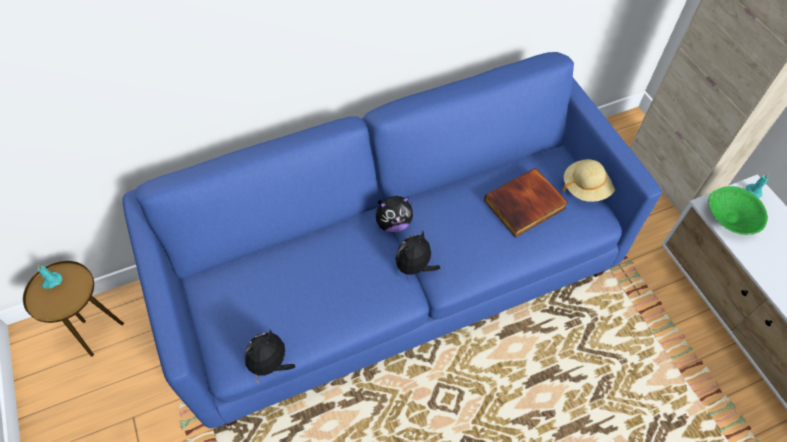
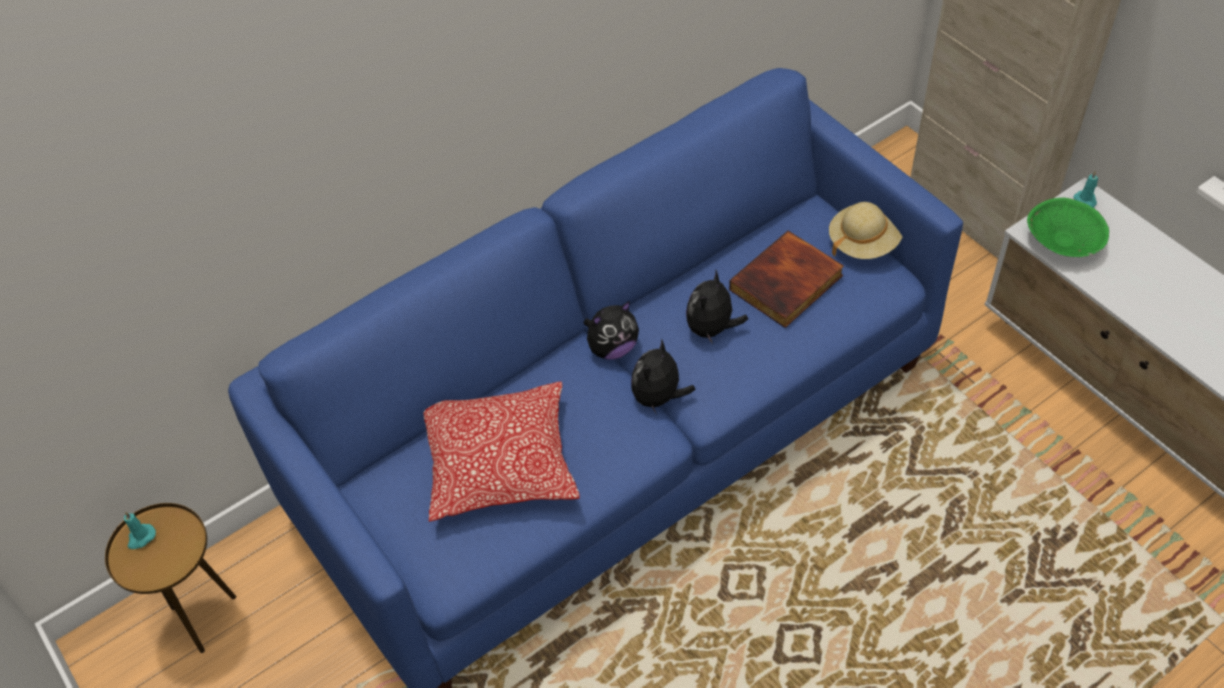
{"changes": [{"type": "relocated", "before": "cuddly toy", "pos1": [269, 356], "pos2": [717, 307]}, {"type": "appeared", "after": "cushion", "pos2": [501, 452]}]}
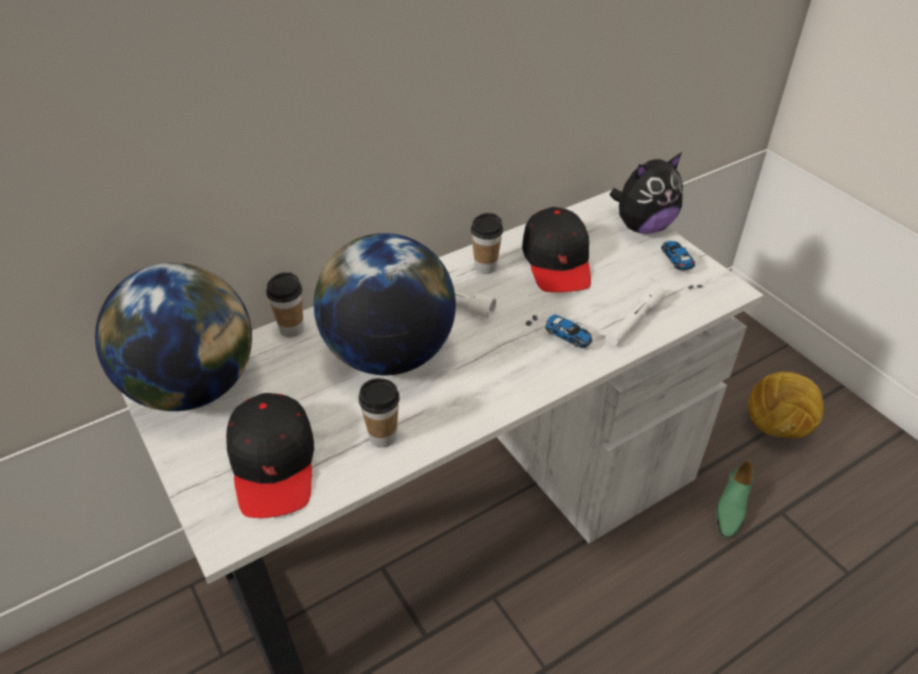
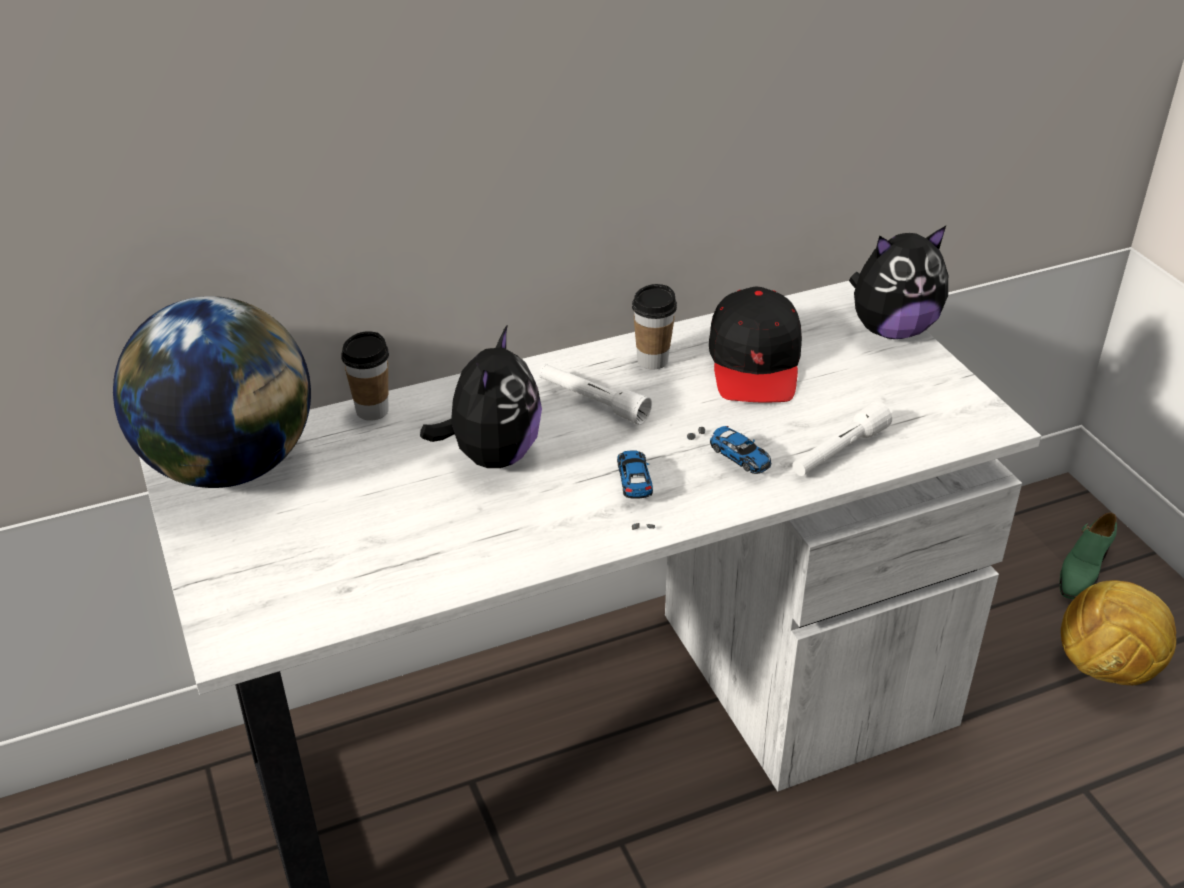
{"changes": [{"type": "exchanged", "before": "desk globe", "after": "cuddly toy", "pos1": [384, 304], "pos2": [481, 396]}, {"type": "relocated", "before": "model car", "pos1": [682, 265], "pos2": [636, 490]}, {"type": "missing", "before": "cup", "pos1": [379, 413]}, {"type": "missing", "before": "black cap", "pos1": [270, 455]}, {"type": "relocated", "before": "green-coloured item of footwear", "pos1": [735, 500], "pos2": [1088, 555]}]}
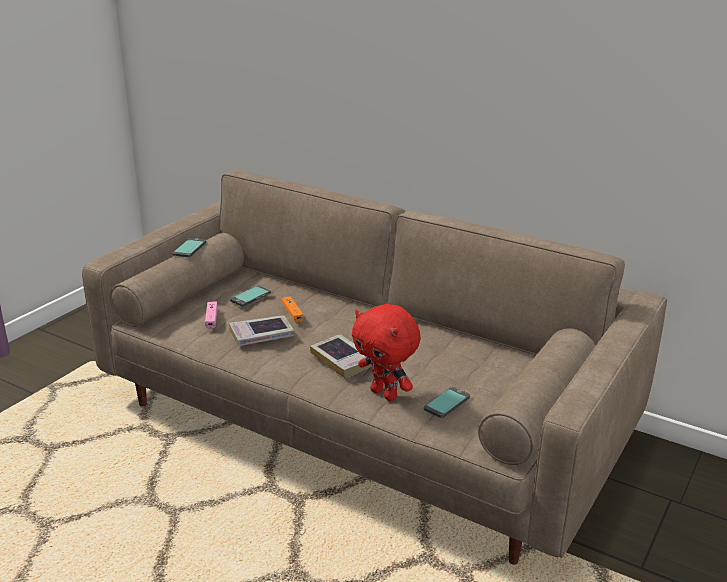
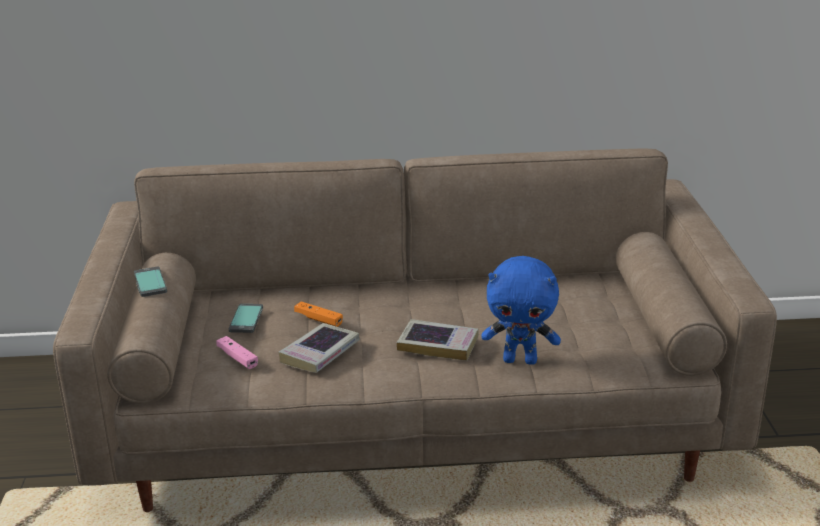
{"changes": [{"type": "colour", "before": "reddish cuddly toy", "after": "bluish cuddly toy", "pos1": [386, 352], "pos2": [521, 310]}, {"type": "missing", "before": "telephone", "pos1": [447, 402]}]}
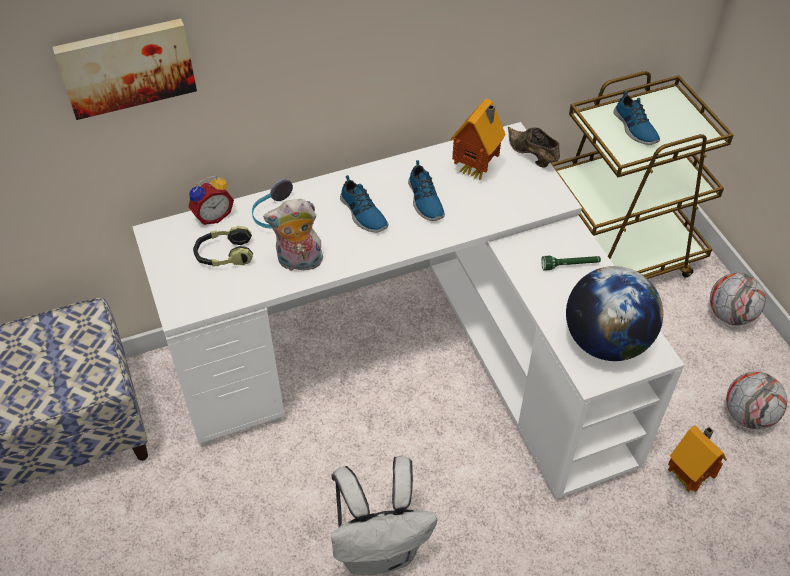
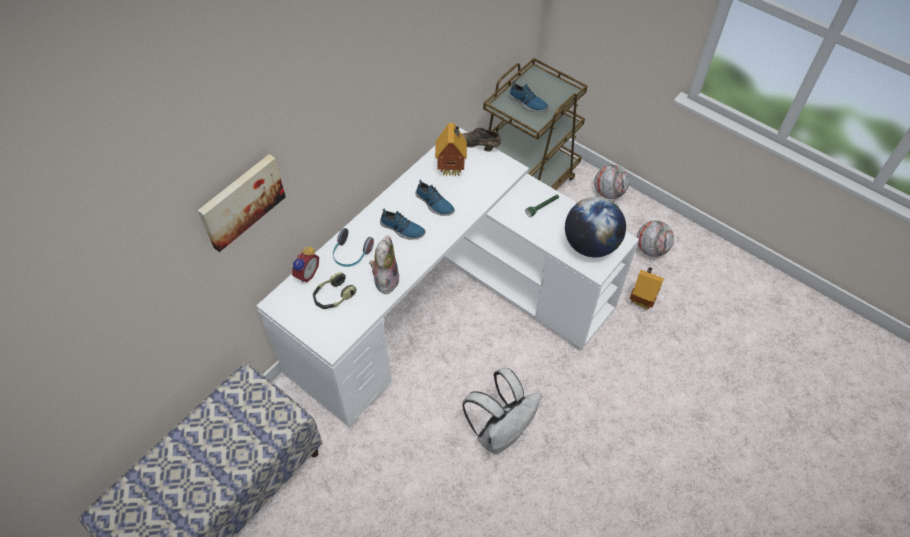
{"changes": [{"type": "spun", "before": "cuddly toy", "pos1": [293, 236], "pos2": [384, 265], "turn": 135}]}
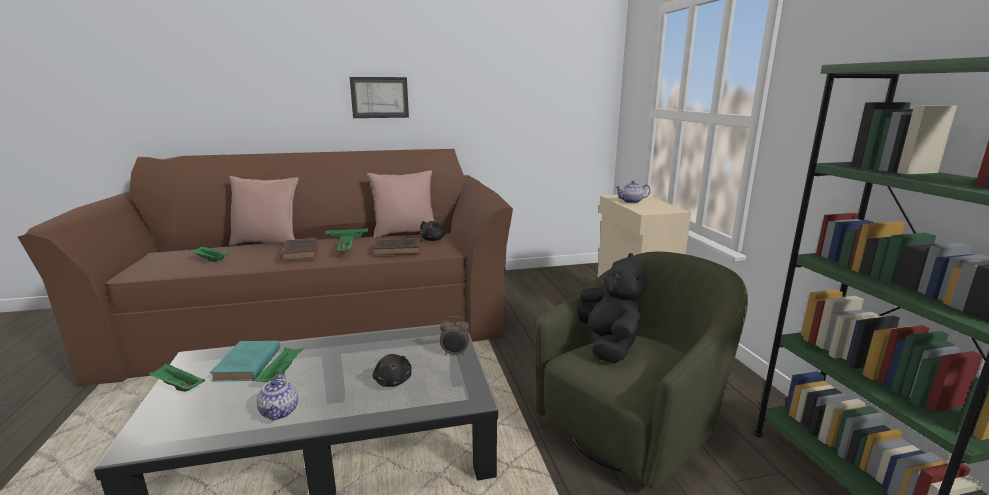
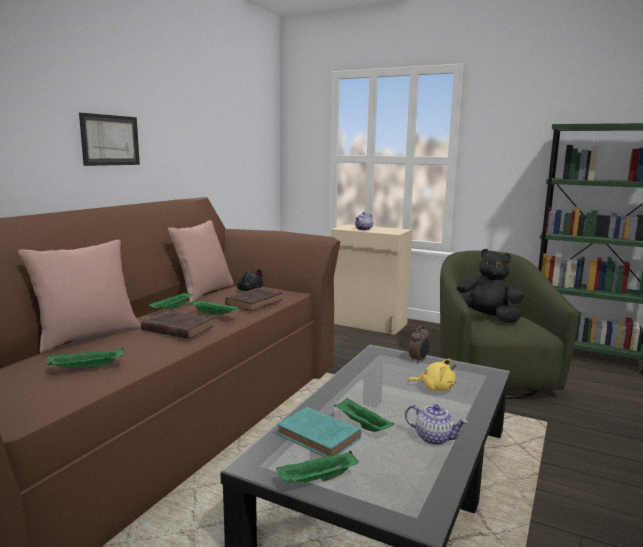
{"changes": [{"type": "colour", "before": "black cuddly toy", "after": "yellow-coloured cuddly toy", "pos1": [392, 370], "pos2": [432, 375]}]}
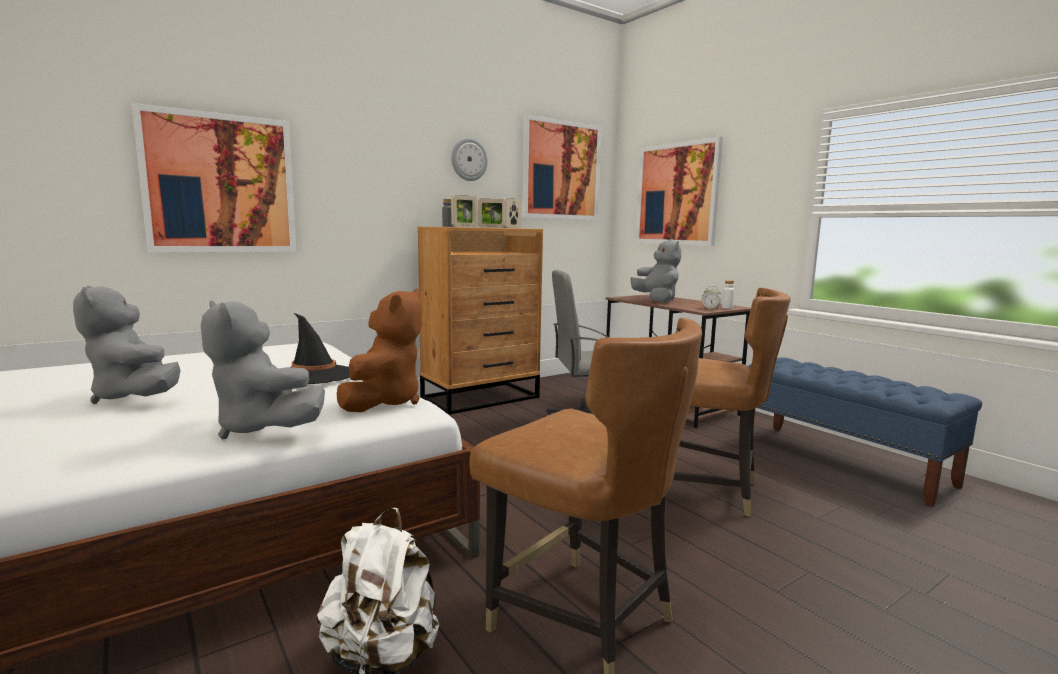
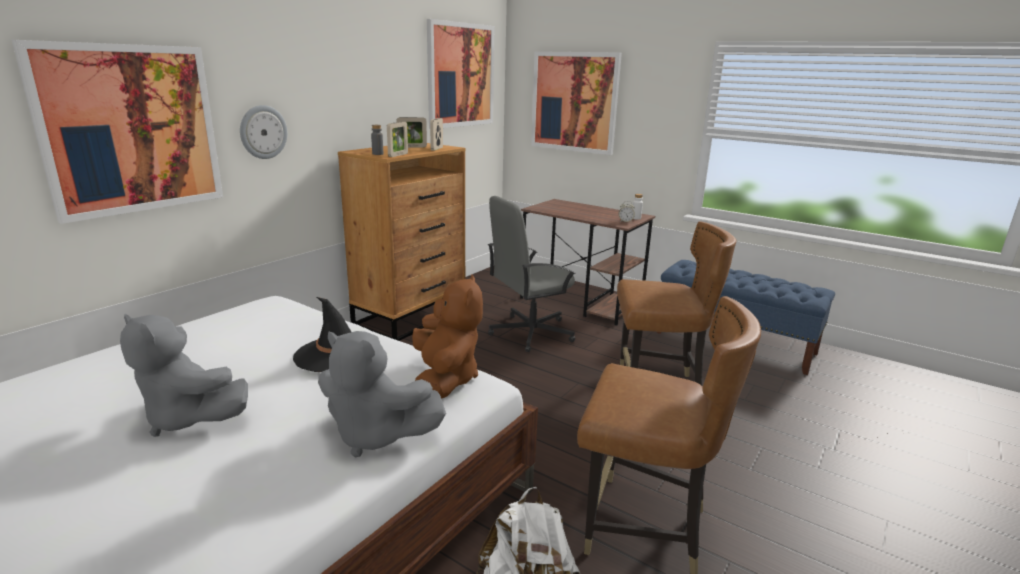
{"changes": [{"type": "relocated", "before": "wall clock", "pos1": [469, 159], "pos2": [264, 132]}, {"type": "missing", "before": "greyish cuddly toy", "pos1": [655, 271]}]}
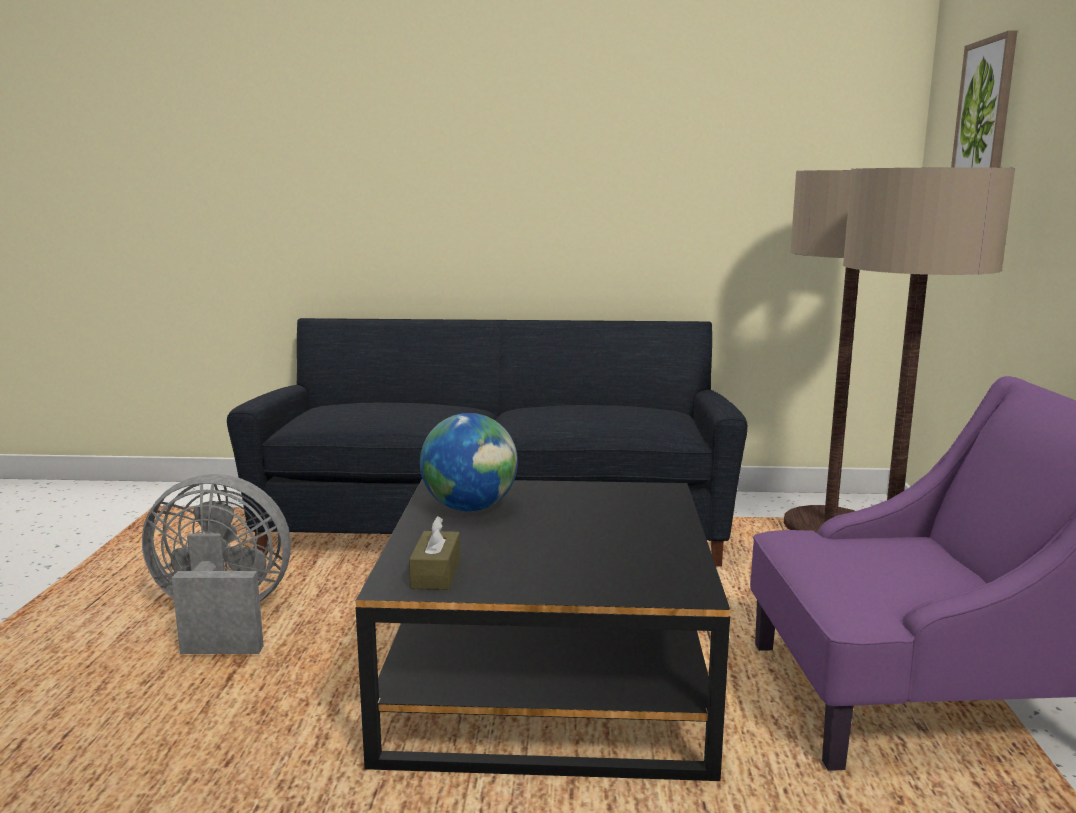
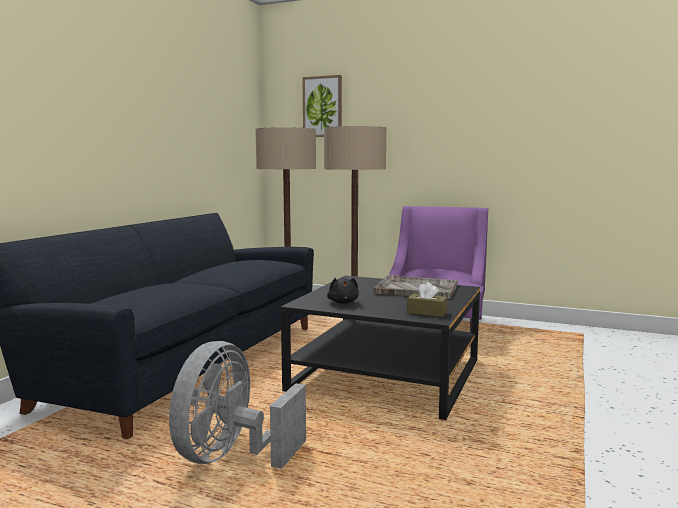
{"changes": [{"type": "exchanged", "before": "desk globe", "after": "black cuddly toy", "pos1": [469, 462], "pos2": [343, 291]}, {"type": "appeared", "after": "greyish carrying tray", "pos2": [416, 287]}]}
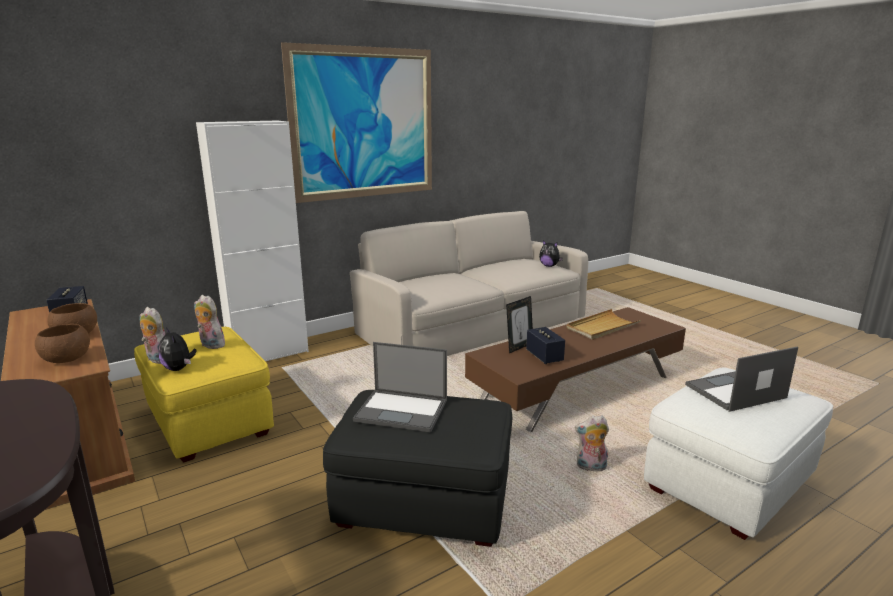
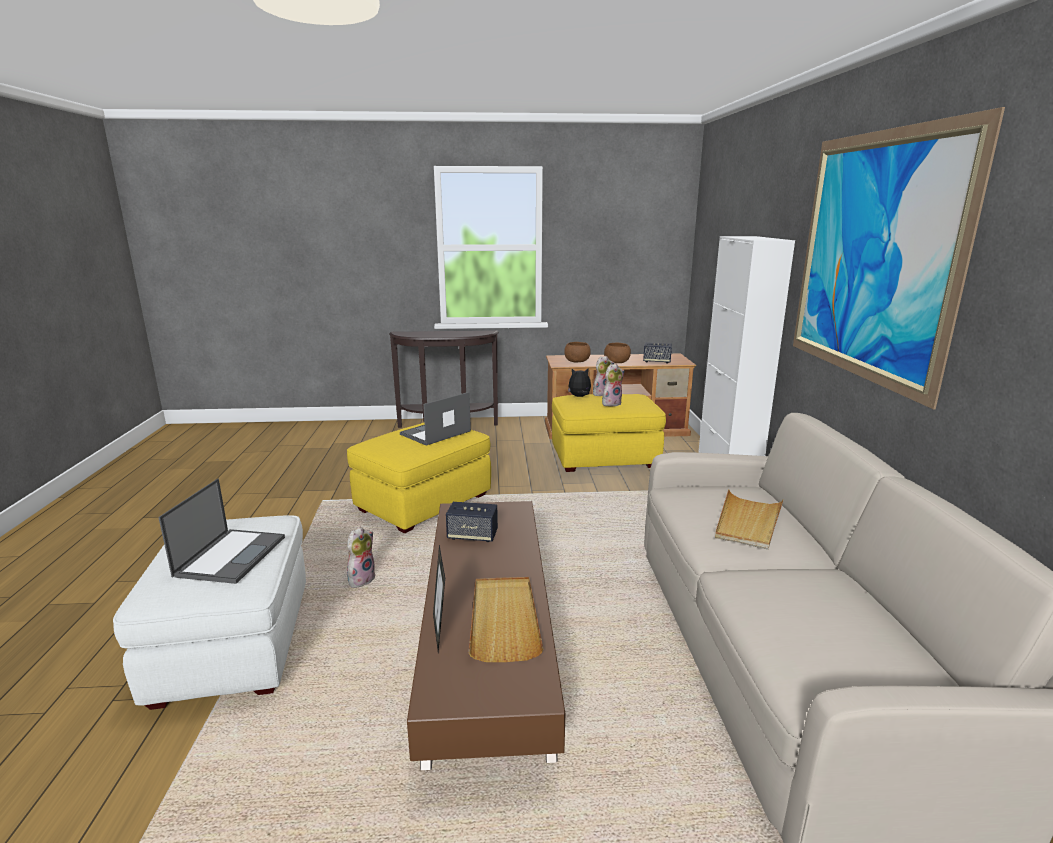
{"changes": [{"type": "missing", "before": "cuddly toy", "pos1": [551, 253]}, {"type": "relocated", "before": "photo frame", "pos1": [519, 324], "pos2": [439, 598]}, {"type": "colour", "before": "black pouffe", "after": "yellow-coloured pouffe", "pos1": [417, 468], "pos2": [419, 478]}, {"type": "appeared", "after": "beige-coloured carrying tray", "pos2": [749, 519]}]}
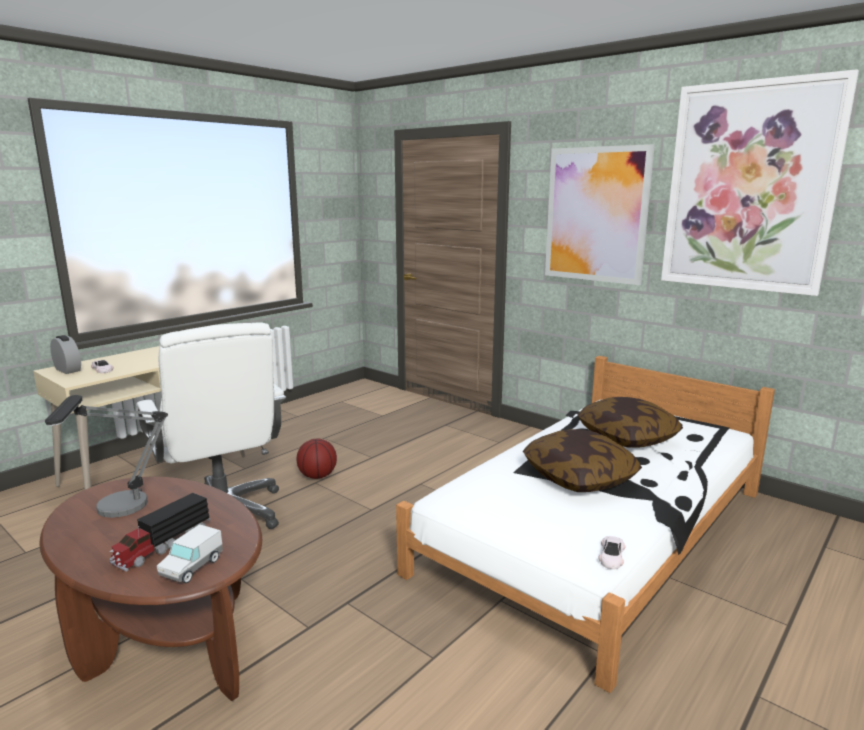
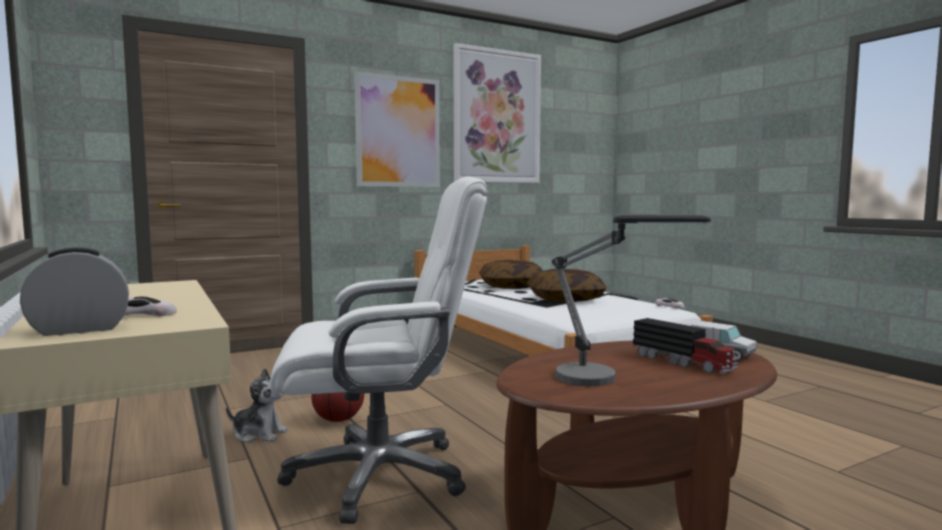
{"changes": [{"type": "appeared", "after": "cuddly toy", "pos2": [257, 405]}]}
